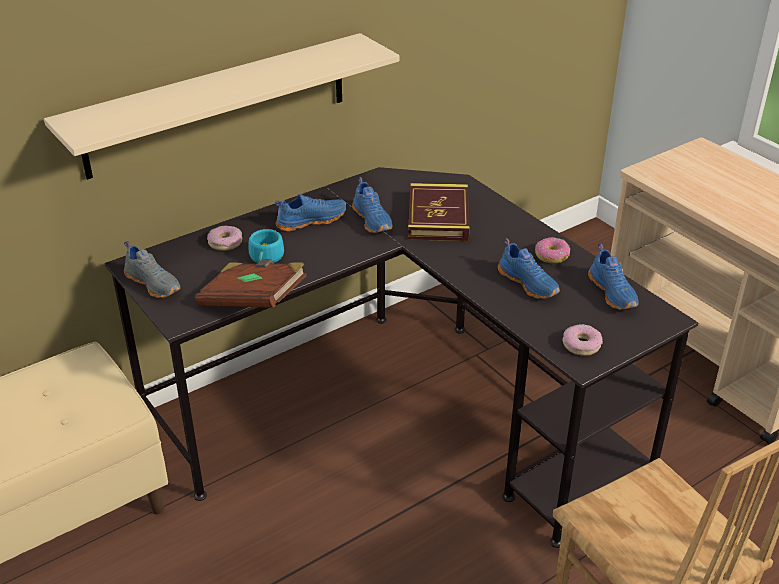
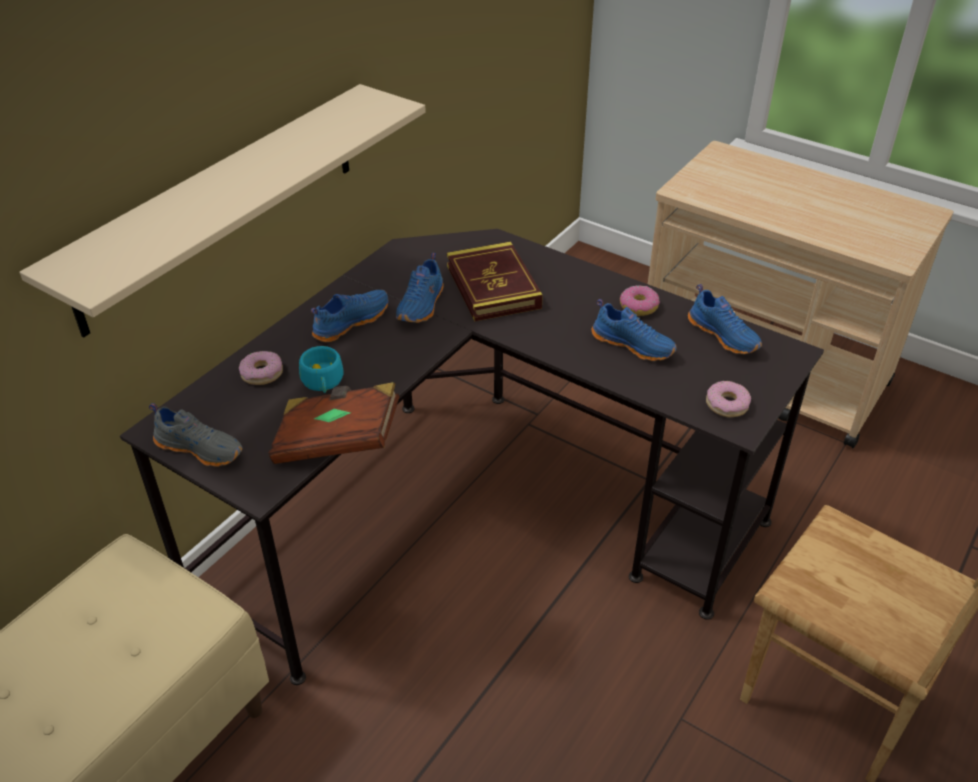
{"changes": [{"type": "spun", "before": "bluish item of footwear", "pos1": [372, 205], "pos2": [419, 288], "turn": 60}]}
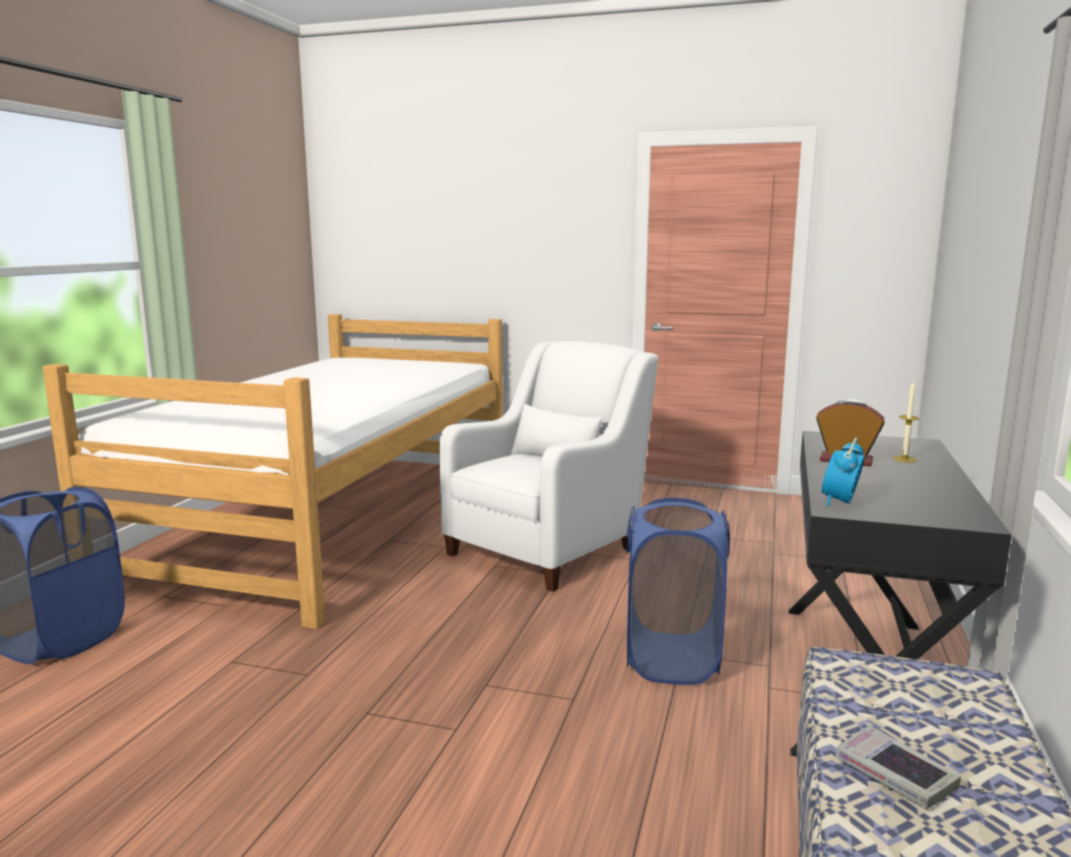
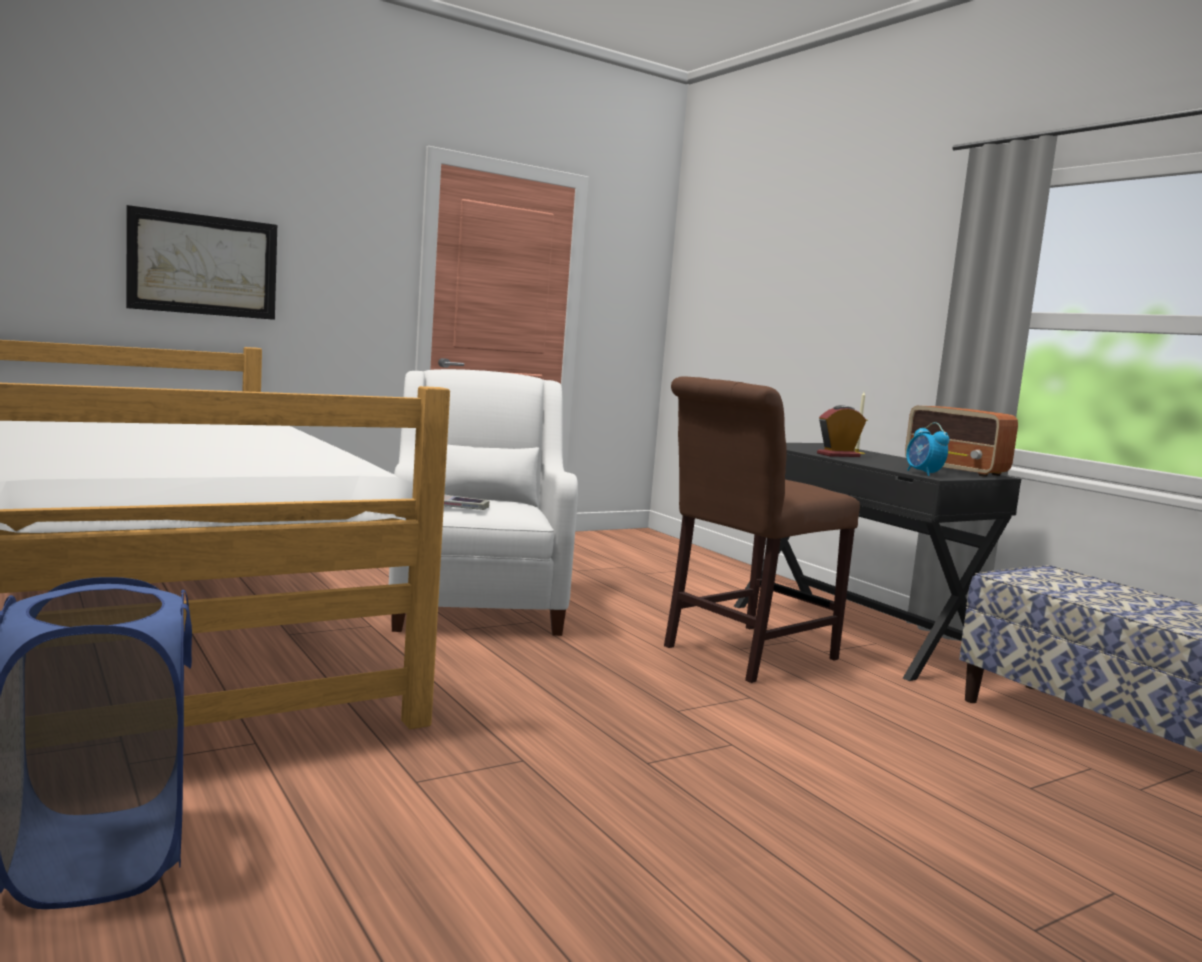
{"changes": [{"type": "exchanged", "before": "bluish hamper", "after": "brownish upright chair", "pos1": [678, 591], "pos2": [762, 530]}, {"type": "relocated", "before": "volume", "pos1": [898, 767], "pos2": [466, 502]}, {"type": "appeared", "after": "picture", "pos2": [201, 262]}, {"type": "appeared", "after": "radio receiver", "pos2": [961, 441]}]}
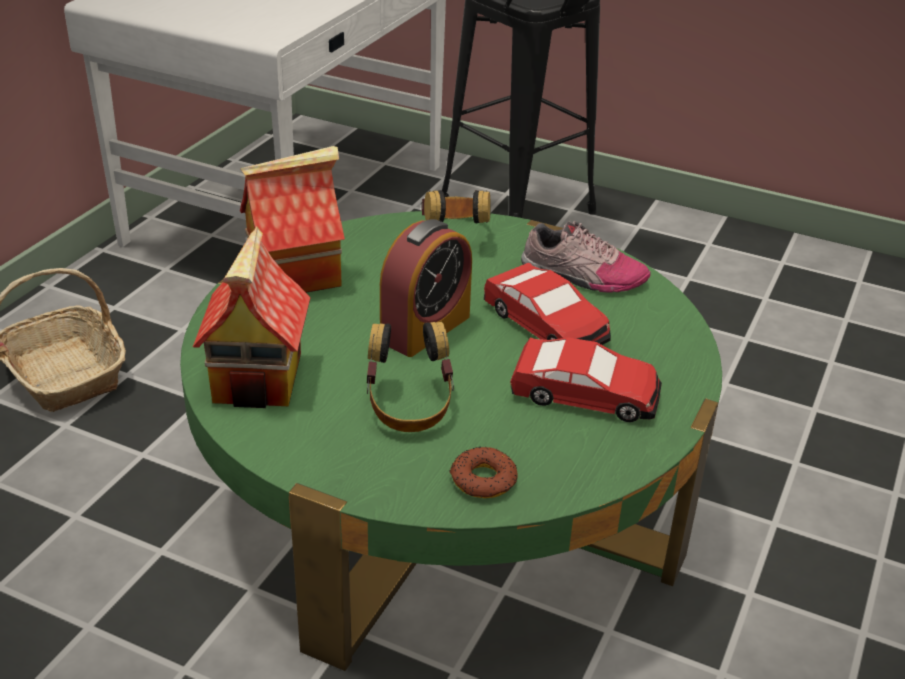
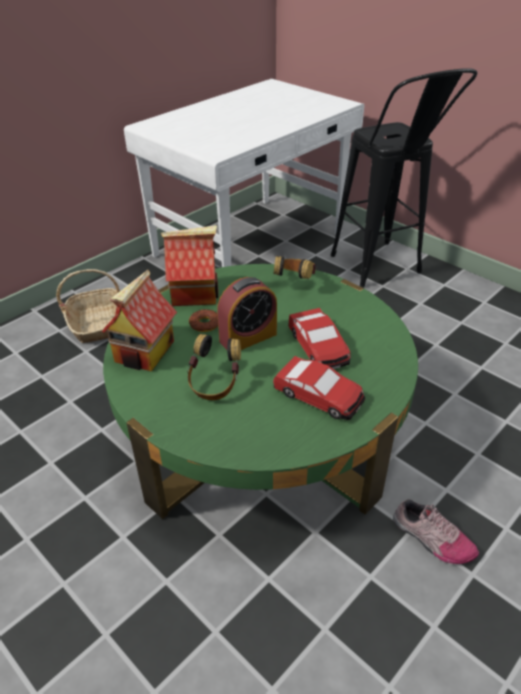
{"changes": [{"type": "relocated", "before": "item of footwear", "pos1": [585, 256], "pos2": [436, 531]}, {"type": "relocated", "before": "donut", "pos1": [483, 472], "pos2": [203, 320]}]}
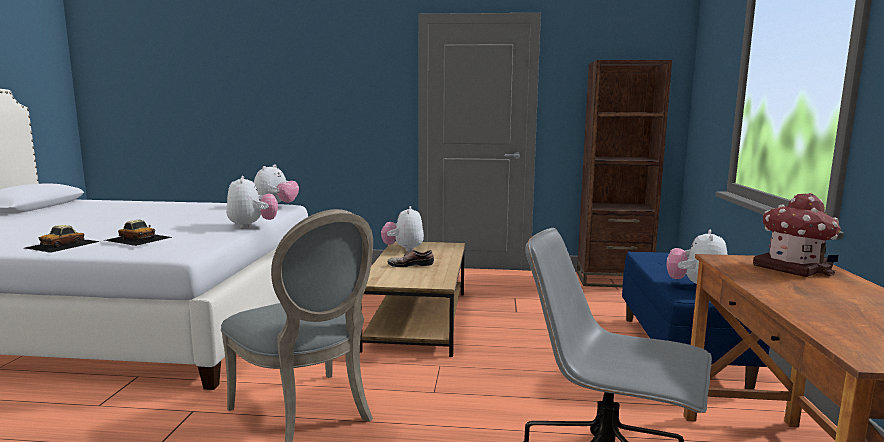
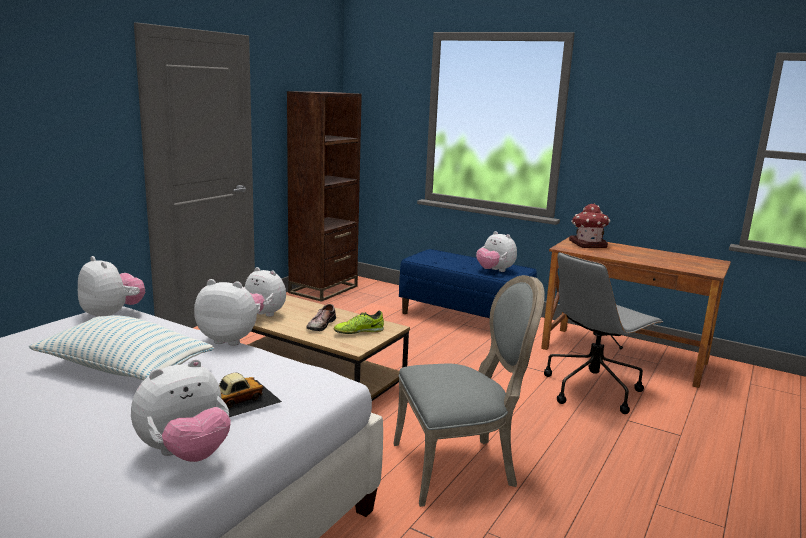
{"changes": [{"type": "exchanged", "before": "model car", "after": "cuddly toy", "pos1": [62, 239], "pos2": [181, 410]}, {"type": "appeared", "after": "item of footwear", "pos2": [359, 322]}, {"type": "appeared", "after": "cushion", "pos2": [121, 348]}]}
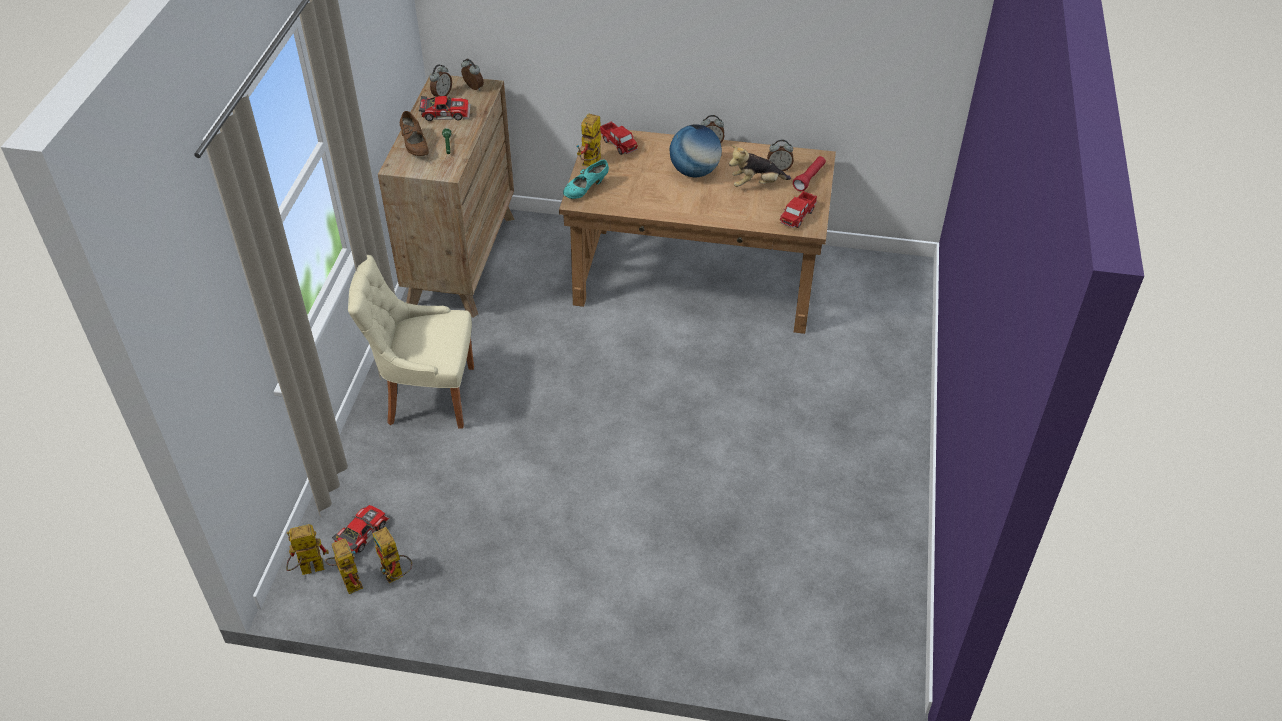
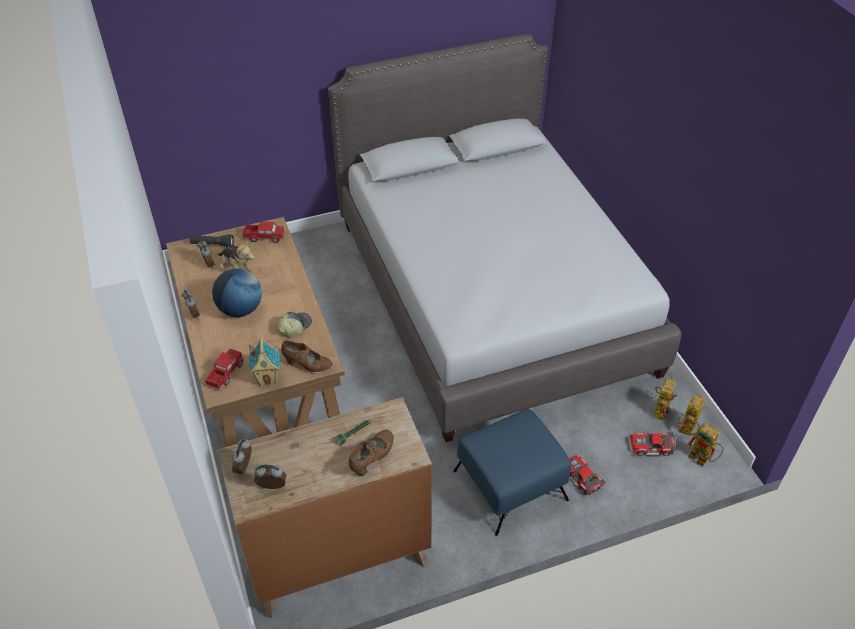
{"changes": [{"type": "relocated", "before": "model car", "pos1": [445, 108], "pos2": [587, 475]}, {"type": "exchanged", "before": "robot figure", "after": "toy house", "pos1": [588, 140], "pos2": [264, 361]}, {"type": "colour", "before": "reddish torch", "after": "black torch", "pos1": [809, 173], "pos2": [212, 240]}, {"type": "colour", "before": "blue-green item of footwear", "after": "brownish item of footwear", "pos1": [586, 179], "pos2": [306, 356]}, {"type": "exchanged", "before": "beige-coloured upright chair", "after": "bluish pouffe", "pos1": [411, 342], "pos2": [512, 472]}, {"type": "appeared", "after": "greyish bedroom bed", "pos2": [504, 237]}, {"type": "appeared", "after": "cap", "pos2": [295, 324]}]}
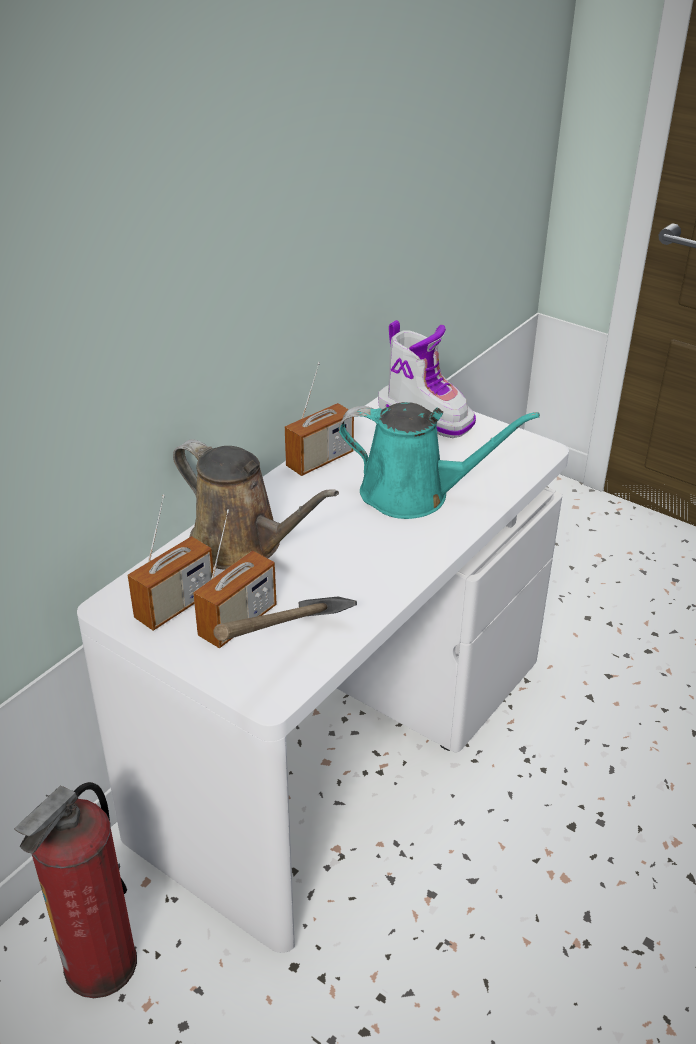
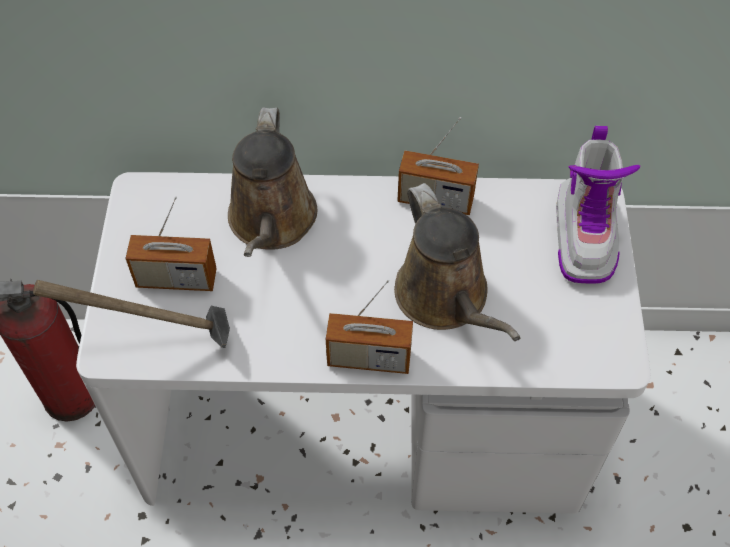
{"changes": [{"type": "colour", "before": "blue-green sprinkling can", "after": "brownish sprinkling can", "pos1": [439, 460], "pos2": [457, 262]}, {"type": "relocated", "before": "radio receiver", "pos1": [170, 562], "pos2": [369, 327]}]}
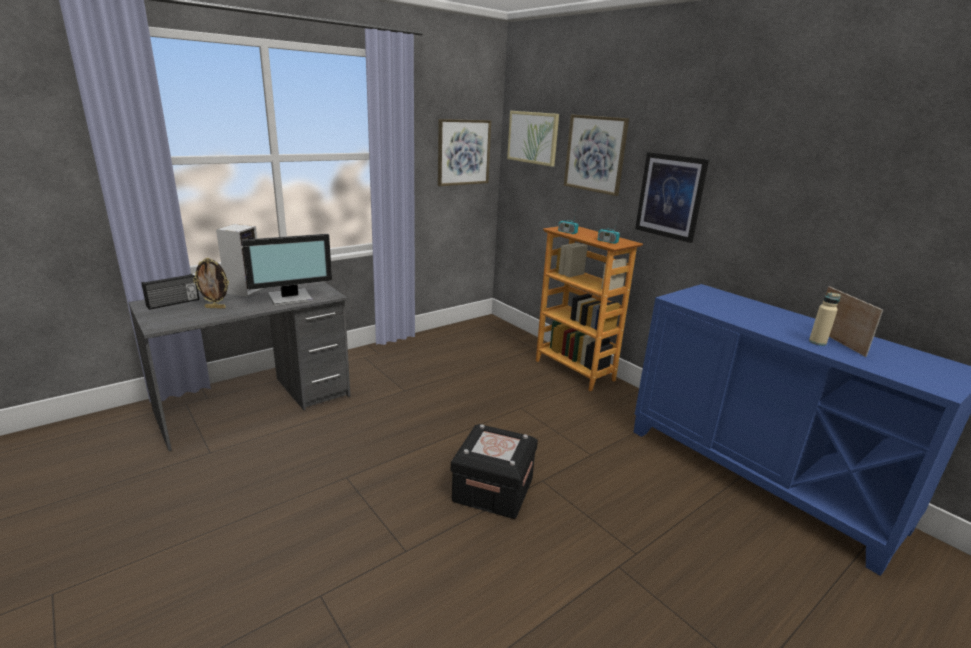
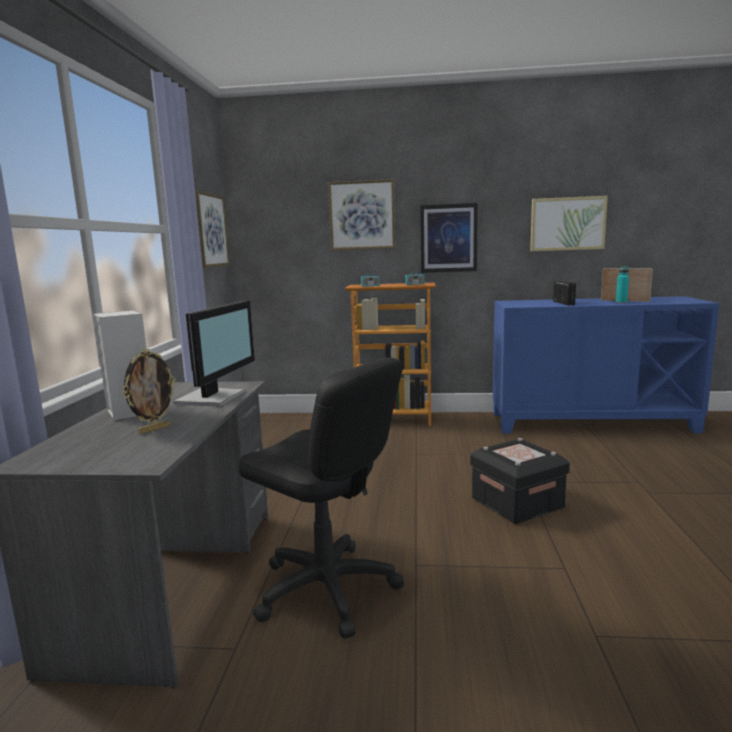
{"changes": [{"type": "relocated", "before": "picture", "pos1": [533, 139], "pos2": [569, 223]}, {"type": "relocated", "before": "radio receiver", "pos1": [170, 292], "pos2": [564, 293]}, {"type": "colour", "before": "beige-coloured beverage bottle", "after": "blue-green beverage bottle", "pos1": [825, 319], "pos2": [622, 284]}, {"type": "appeared", "after": "black office chair", "pos2": [321, 498]}]}
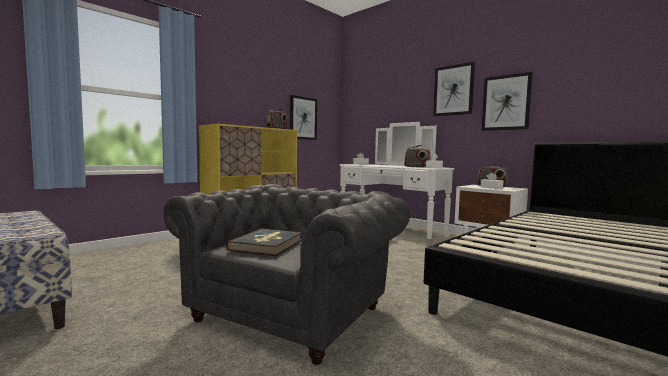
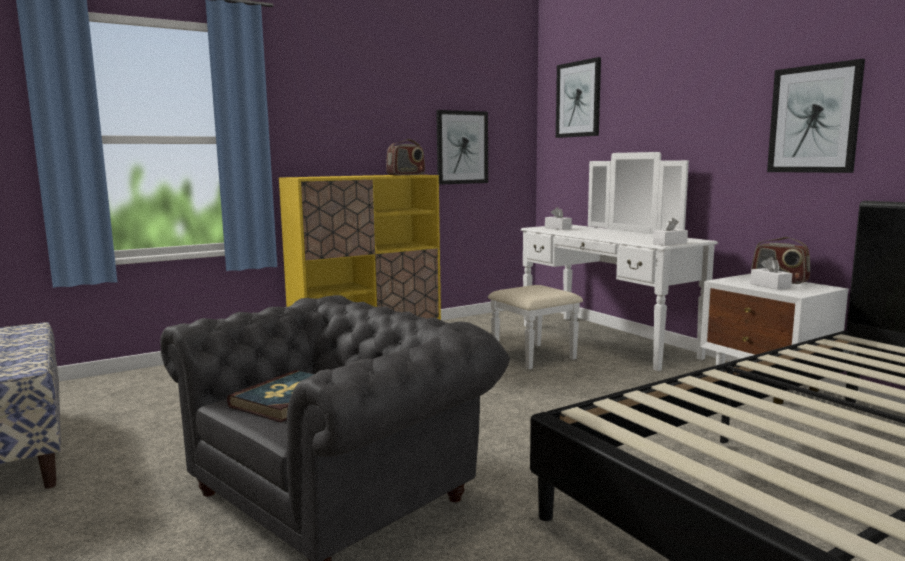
{"changes": [{"type": "relocated", "before": "picture", "pos1": [454, 89], "pos2": [578, 97]}, {"type": "missing", "before": "radio receiver", "pos1": [417, 156]}]}
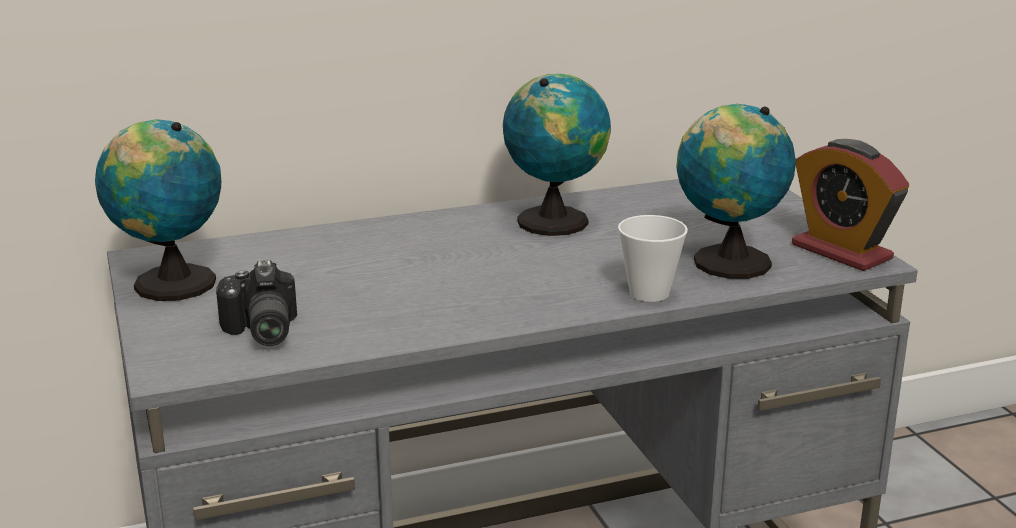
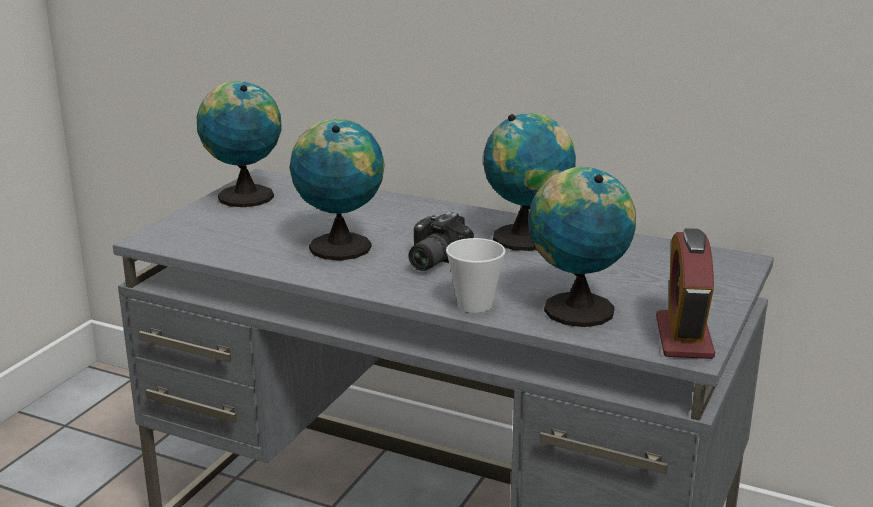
{"changes": [{"type": "relocated", "before": "still camera", "pos1": [256, 303], "pos2": [441, 241]}, {"type": "appeared", "after": "desk globe", "pos2": [337, 189]}]}
